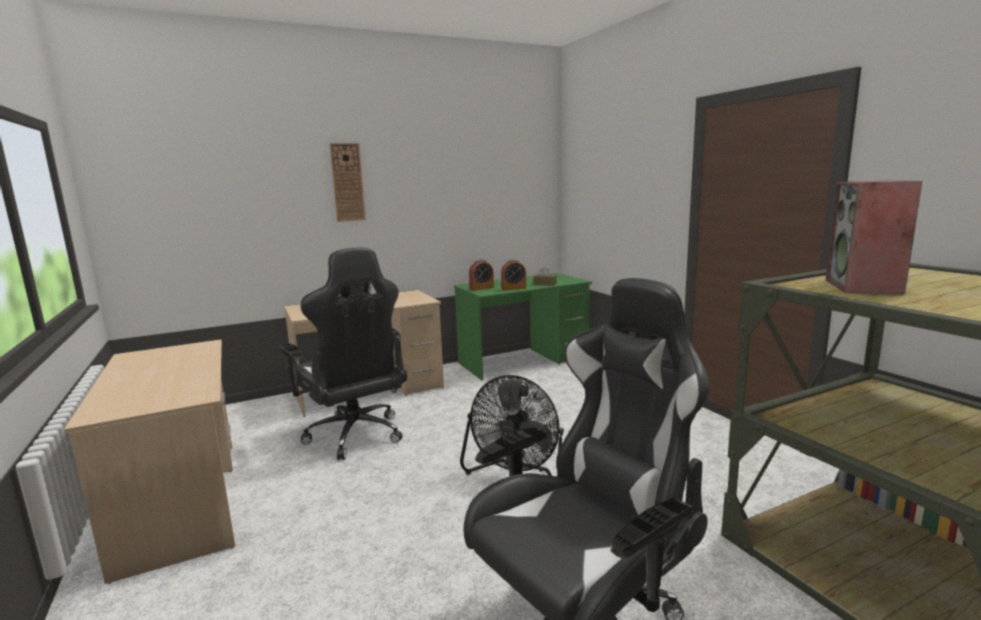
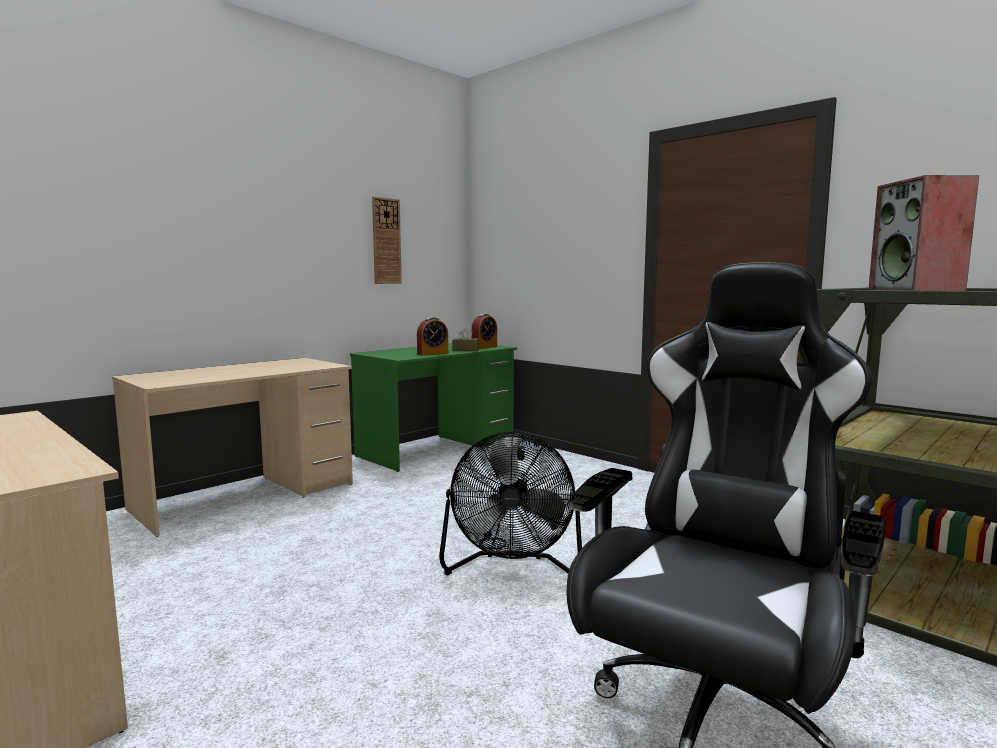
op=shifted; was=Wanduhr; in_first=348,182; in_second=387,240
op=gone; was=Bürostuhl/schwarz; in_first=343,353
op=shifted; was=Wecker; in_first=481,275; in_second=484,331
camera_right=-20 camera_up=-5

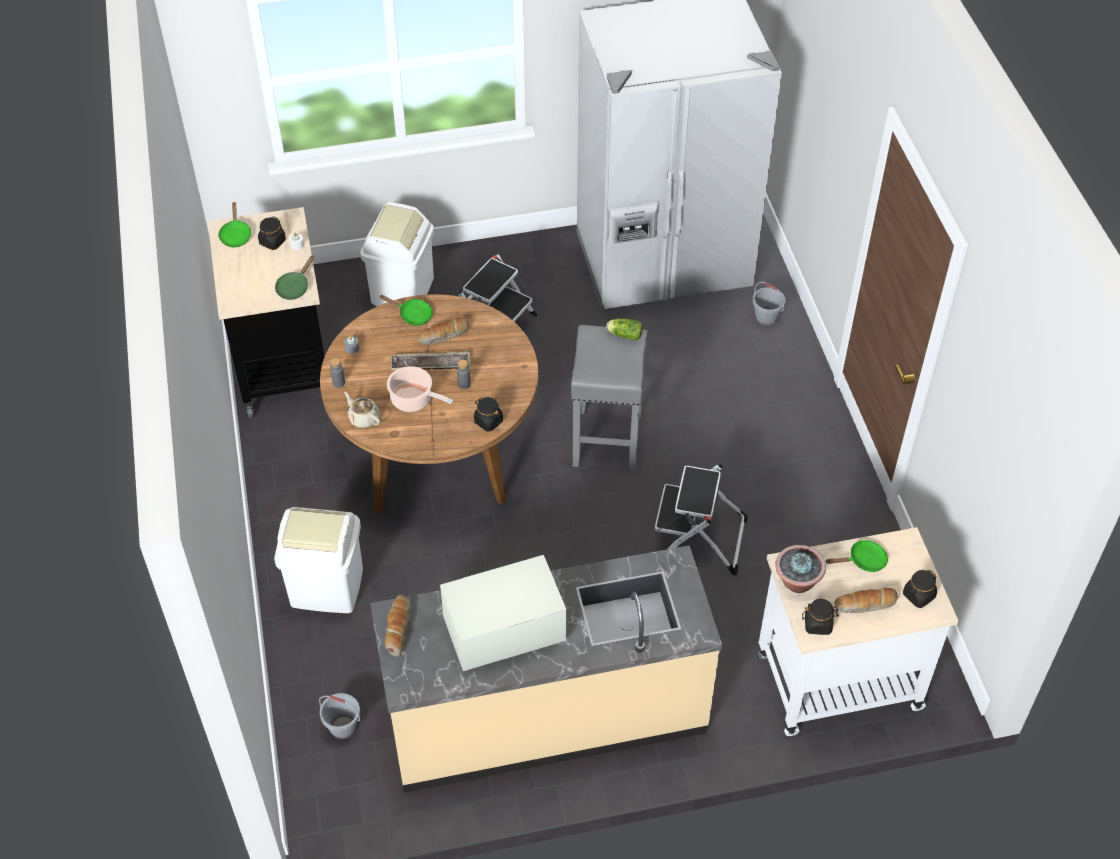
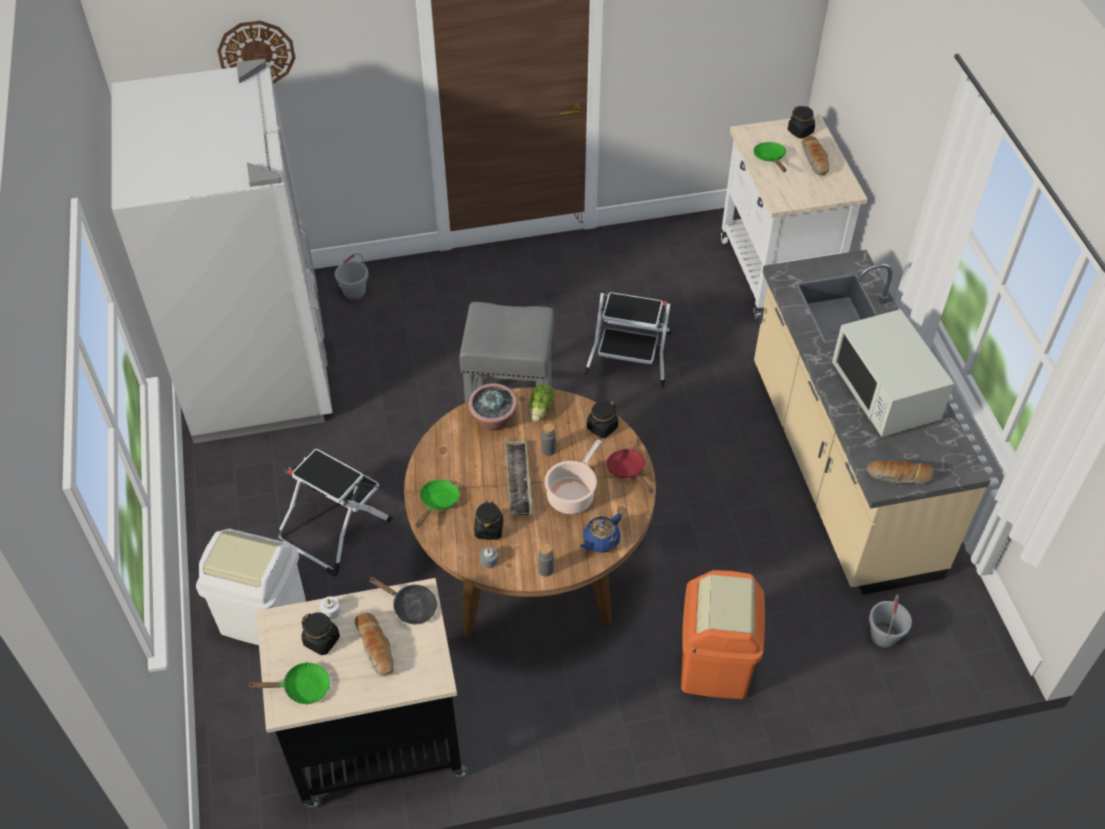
op=repainted; was=Pfanne/grün; now=Pfanne/schwarz; in_first=294,277; in_second=402,600
op=shifted; was=Brot; in_first=442,331; in_second=374,644
op=shifted; was=Salatkopf; in_first=624,329; in_second=542,402
op=repainted; was=Teekanne/beige; now=Teekanne/blau; in_first=362,410; in_second=601,533
op=repainted; was=Mülleimer/weiß; now=Mülleimer/orange; in_first=318,560; in_second=723,634
op=shifted; was=Topfpflanze; in_first=800,569; in_second=492,406
op=shifted; was=Vorratsglas/schwarz; in_first=820,617; in_second=488,520
op=new; now=Wanduhr; in_second=256,52
op=new; now=Pfanne/rot; in_second=630,471
camera_right=-90 camera_up=0

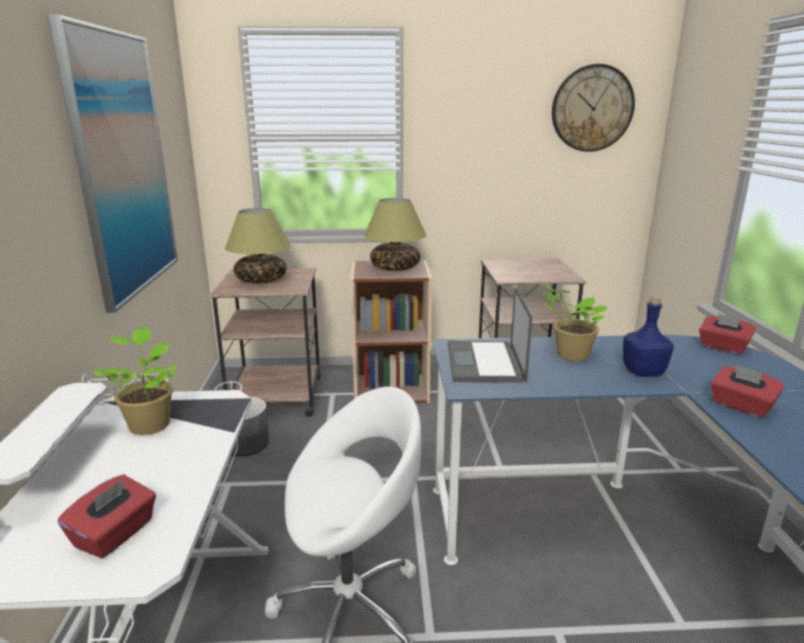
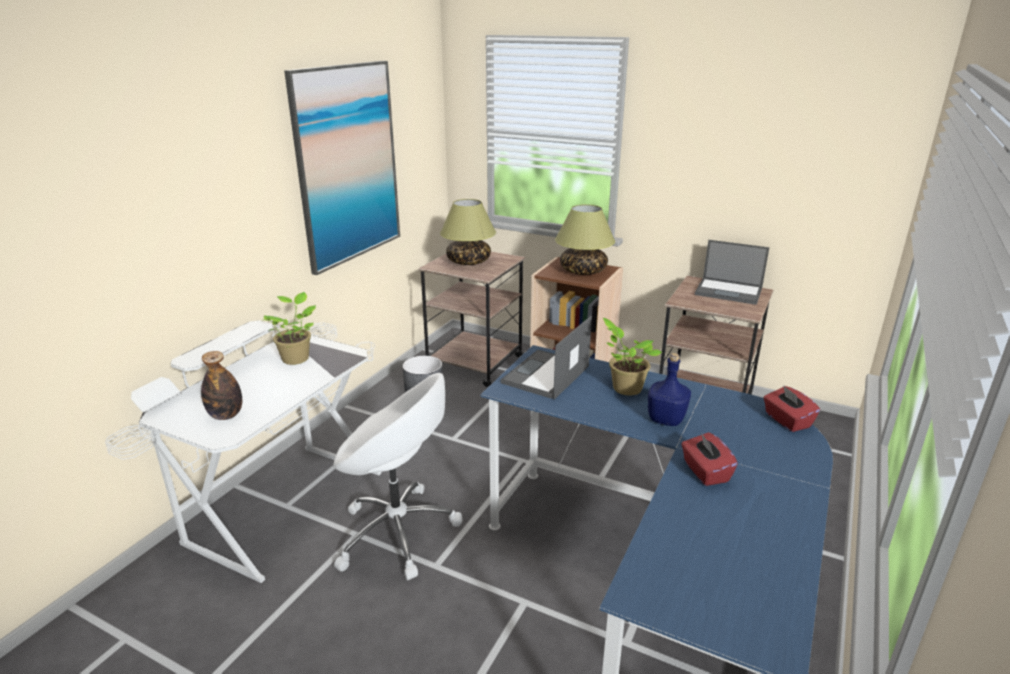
op=gone; was=Wanduhr; in_first=593,108
op=swapped; was=Taschentuchbox/rot; now=Flasche; in_first=107,516; in_second=221,385
op=new; now=Laptop; in_second=732,272
camera_right=30 camera_up=5

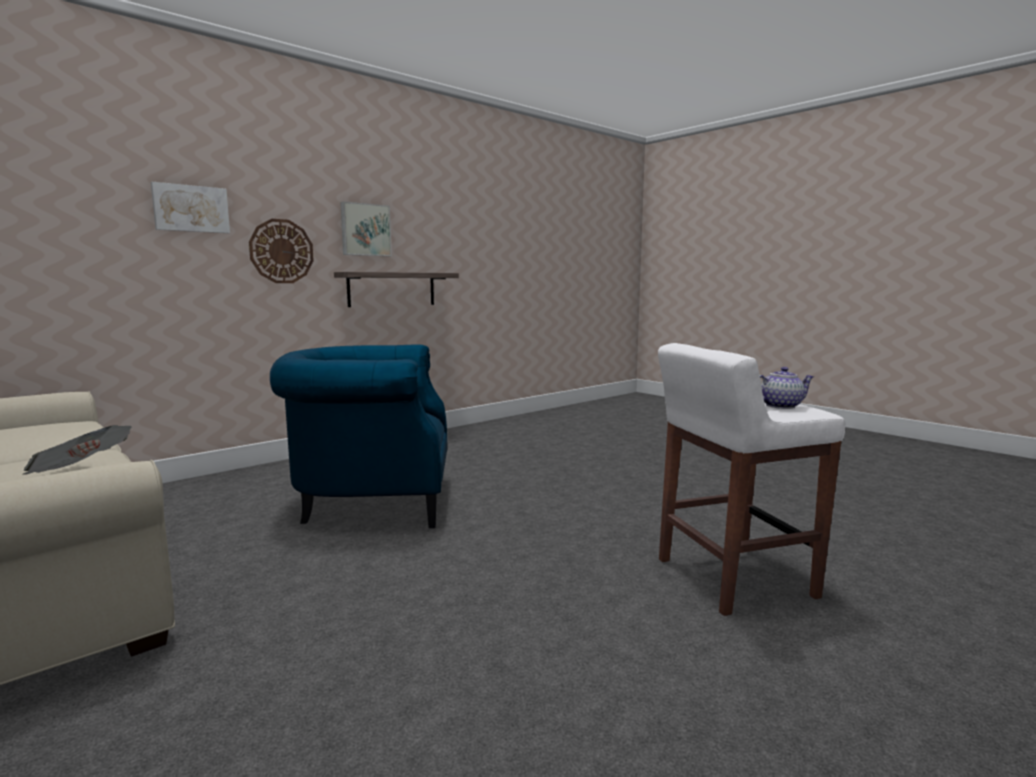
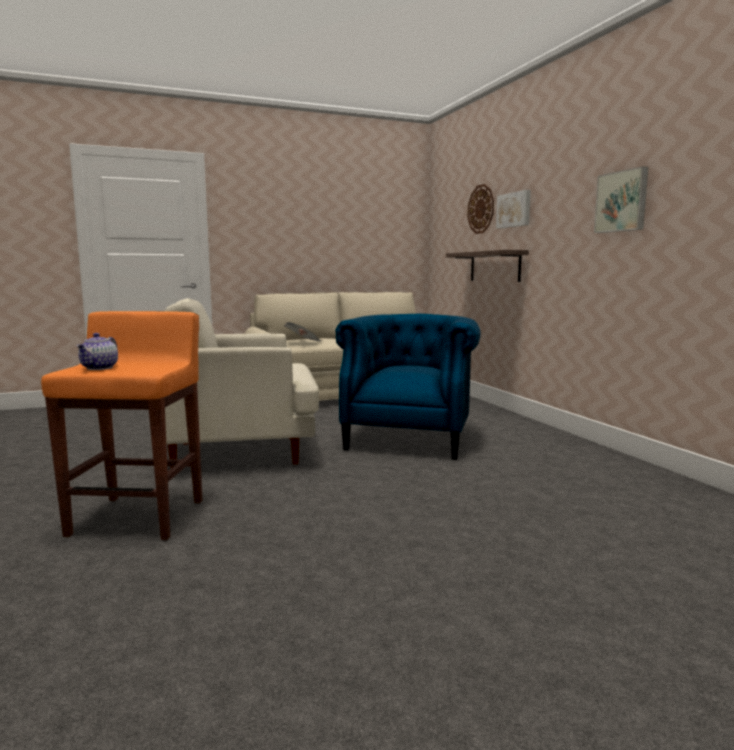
op=shifted; was=Wanduhr; in_first=281,251; in_second=480,209
op=shifted; was=Wandregal; in_first=396,289; in_second=487,266
op=repainted; was=Hocker/weiß; now=Hocker/orange; in_first=752,479; in_second=121,425
op=new; now=Sessel/beige; in_second=241,383
camera_right=110 camera_up=0

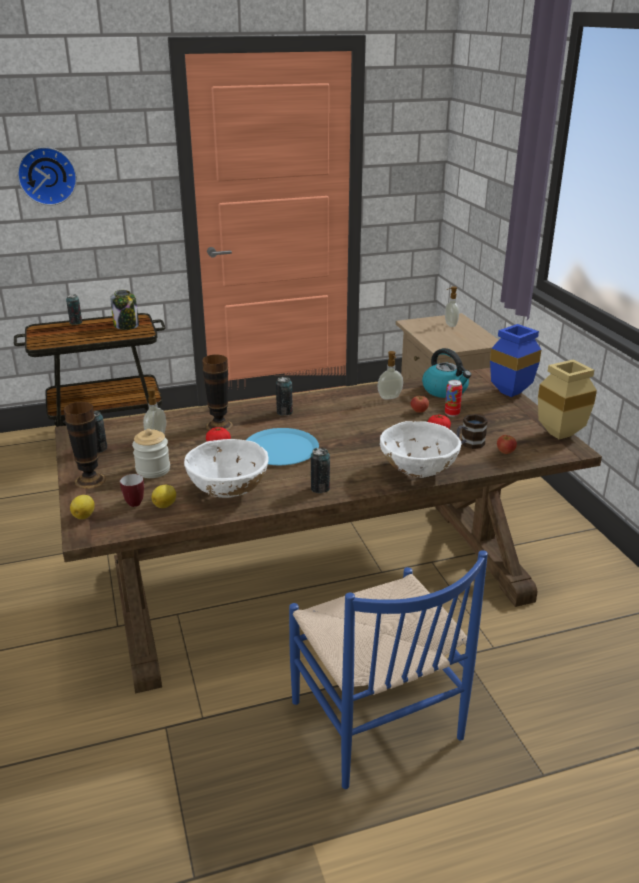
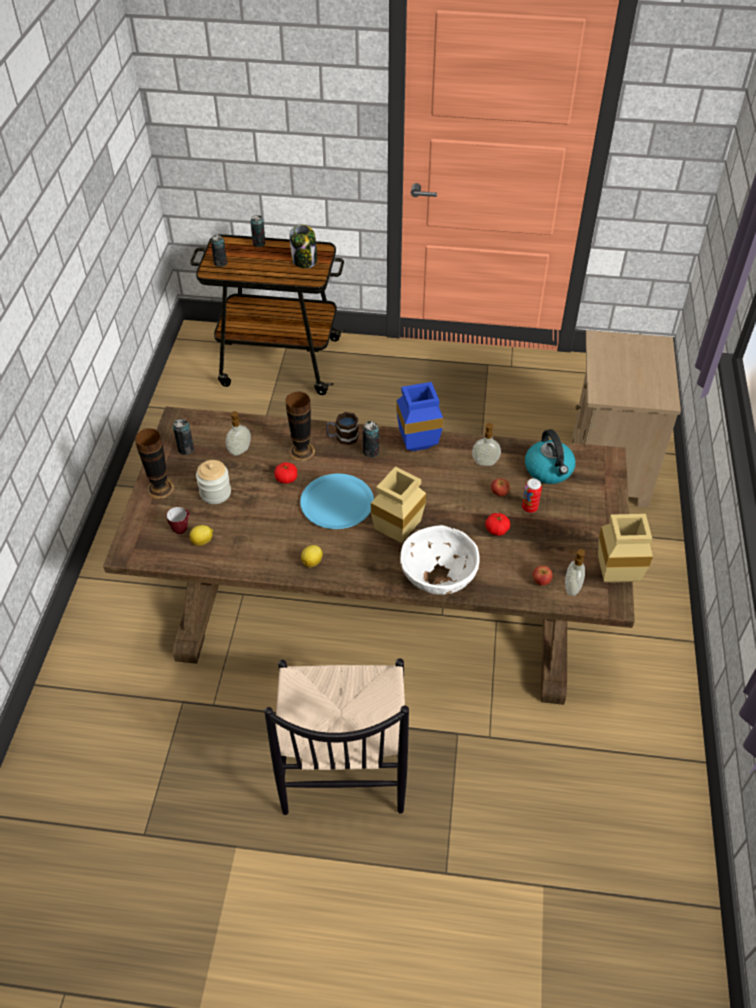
op=gone; was=Wanduhr; in_first=47,176
op=shifted; was=Seifenspender; in_first=452,306; in_second=575,572
op=shifted; was=Vase/blau; in_first=515,360; in_second=419,416
op=shifted; was=Henkelbecher; in_first=472,431; in_second=342,428
op=gone; was=Schüssel/weiß; in_first=226,468
op=shifted; was=Dose; in_first=320,470; in_second=219,251
op=shifted; was=Zitrone; in_first=82,507; in_second=312,556
op=repainted; was=Stuhl/blau; now=Stuhl/schwarz; in_first=388,669; in_second=336,736
op=new; now=Vase/beige; in_second=398,504
camera_right=25 camera_up=20

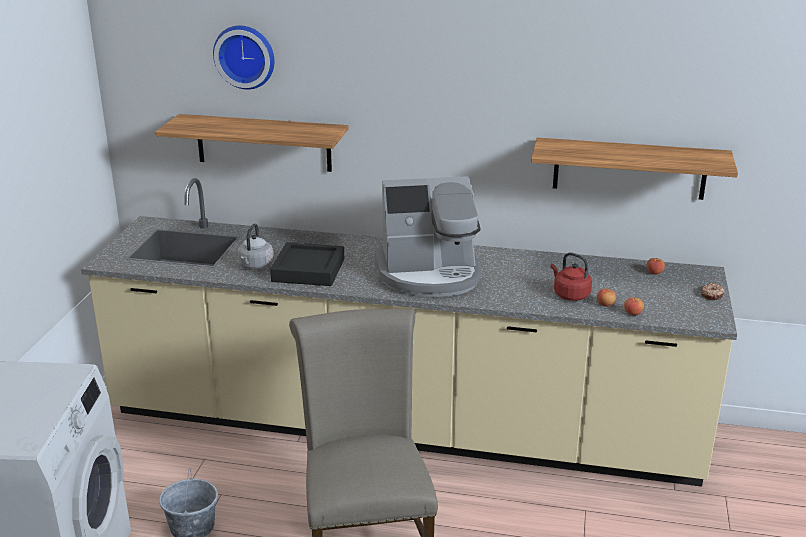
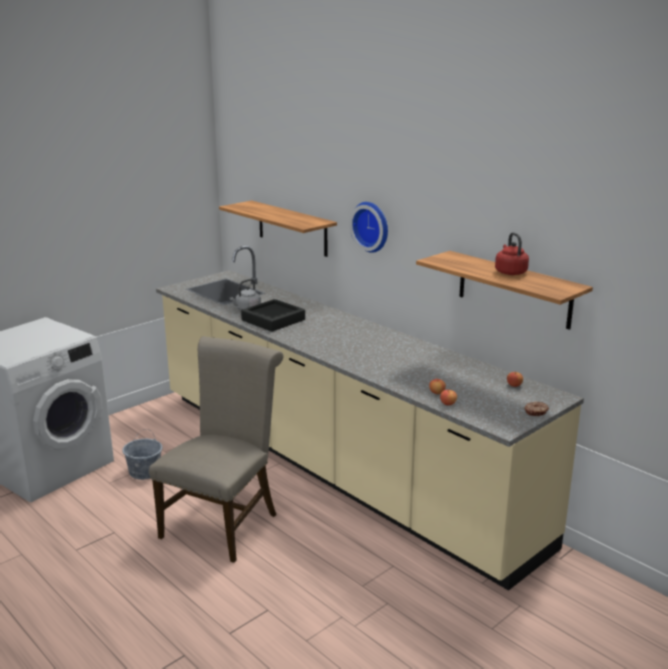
op=shifted; was=Wanduhr; in_first=244,57; in_second=368,227
op=gone; was=Kaffeemaschine; in_first=428,236
op=shifted; was=Wasserkessel/rot; in_first=571,276; in_second=512,253
camera_right=35 camera_up=-5

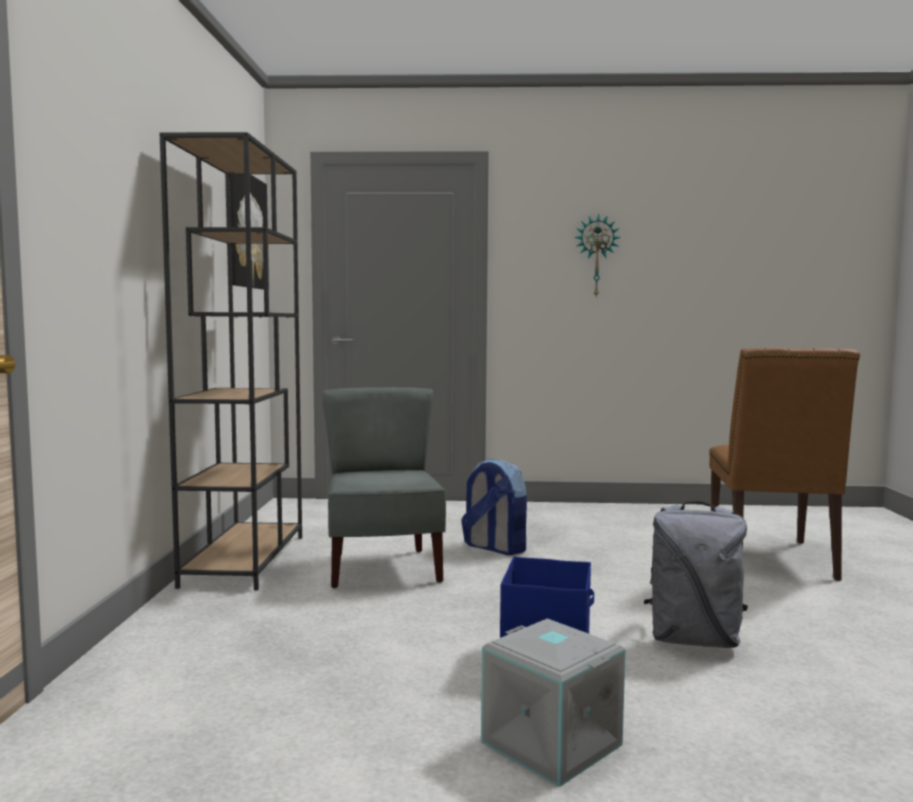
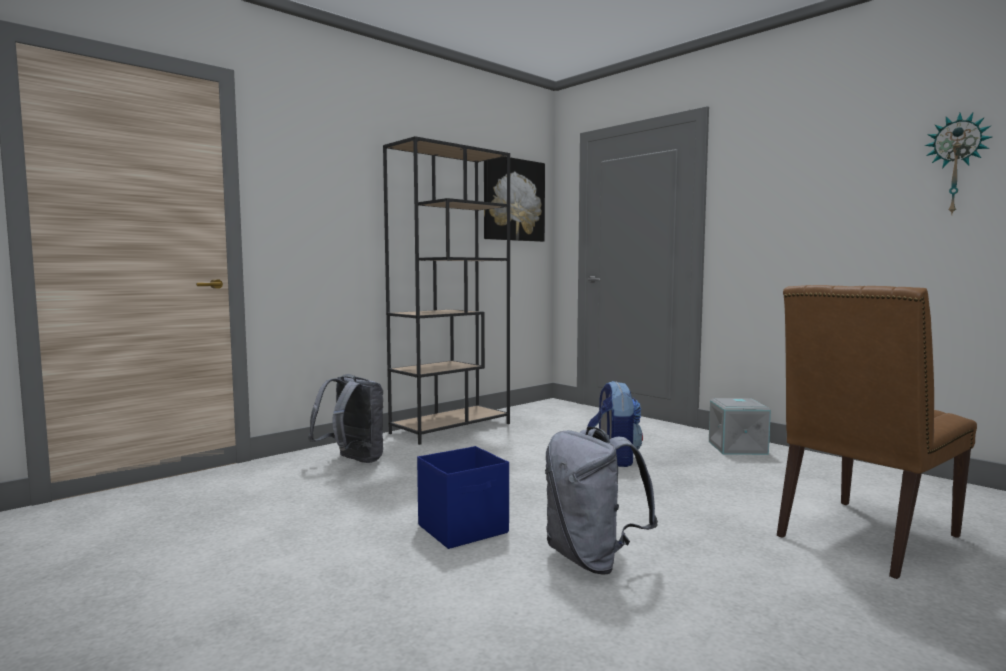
op=shifted; was=Wanduhr; in_first=598,255; in_second=958,164
op=gone; was=Stuhl/grau; in_first=384,487
op=shifted; was=Aufbewahrungsbox/grau; in_first=553,702; in_second=740,426
op=new; now=Rucksack/grau; in_second=345,418
camera_right=45 camera_up=0

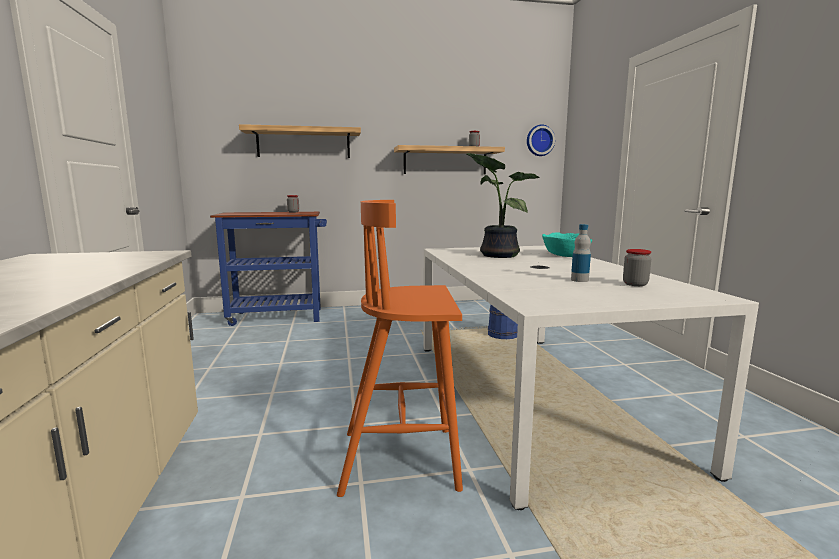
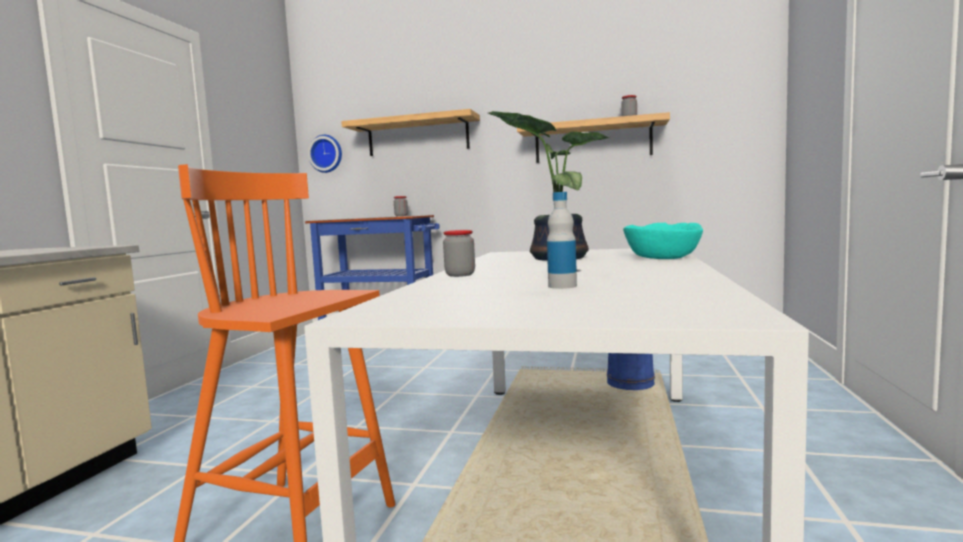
op=shifted; was=Wanduhr; in_first=541,140; in_second=325,154
op=shifted; was=Vorratsglas; in_first=637,267; in_second=459,253
camera_right=25 camera_up=-5

